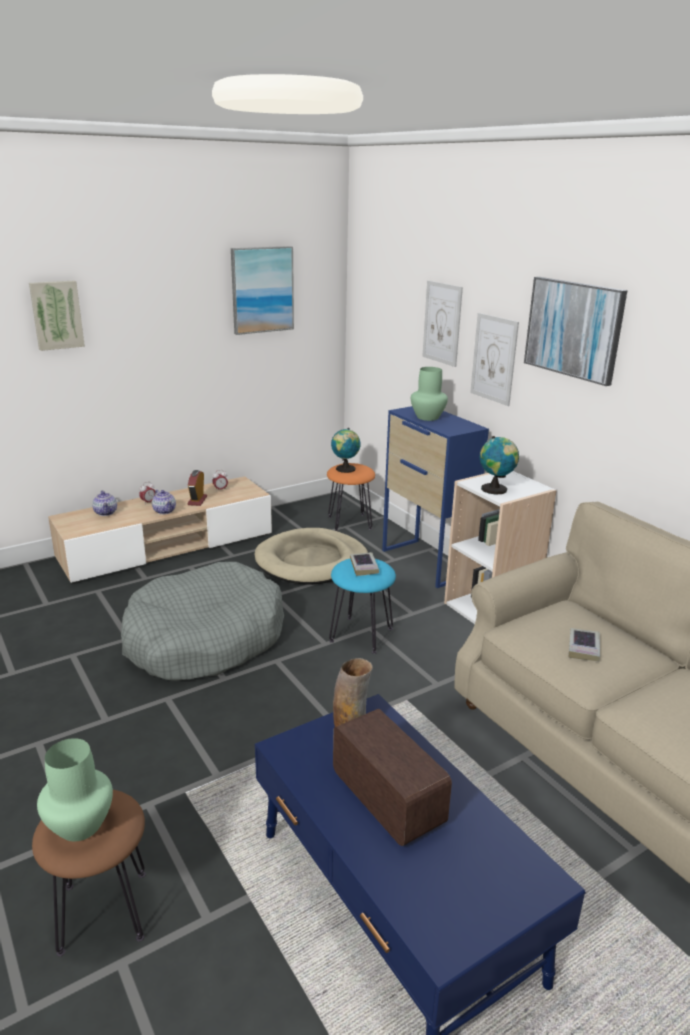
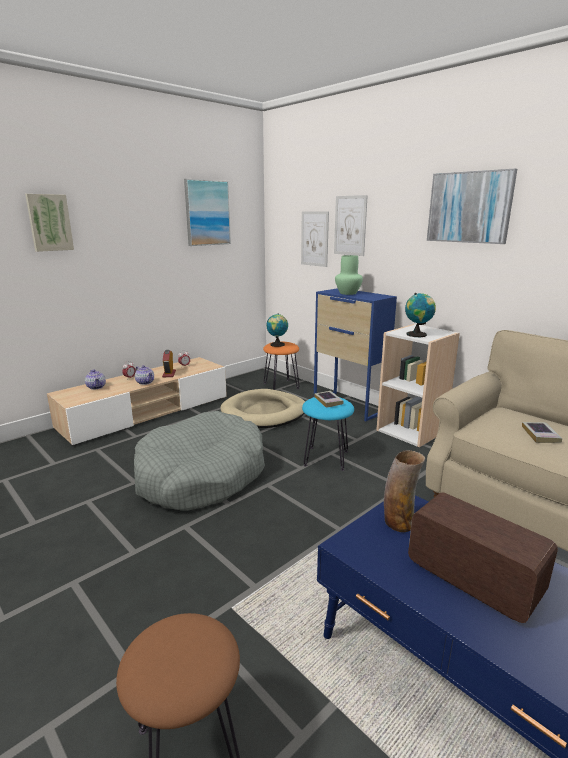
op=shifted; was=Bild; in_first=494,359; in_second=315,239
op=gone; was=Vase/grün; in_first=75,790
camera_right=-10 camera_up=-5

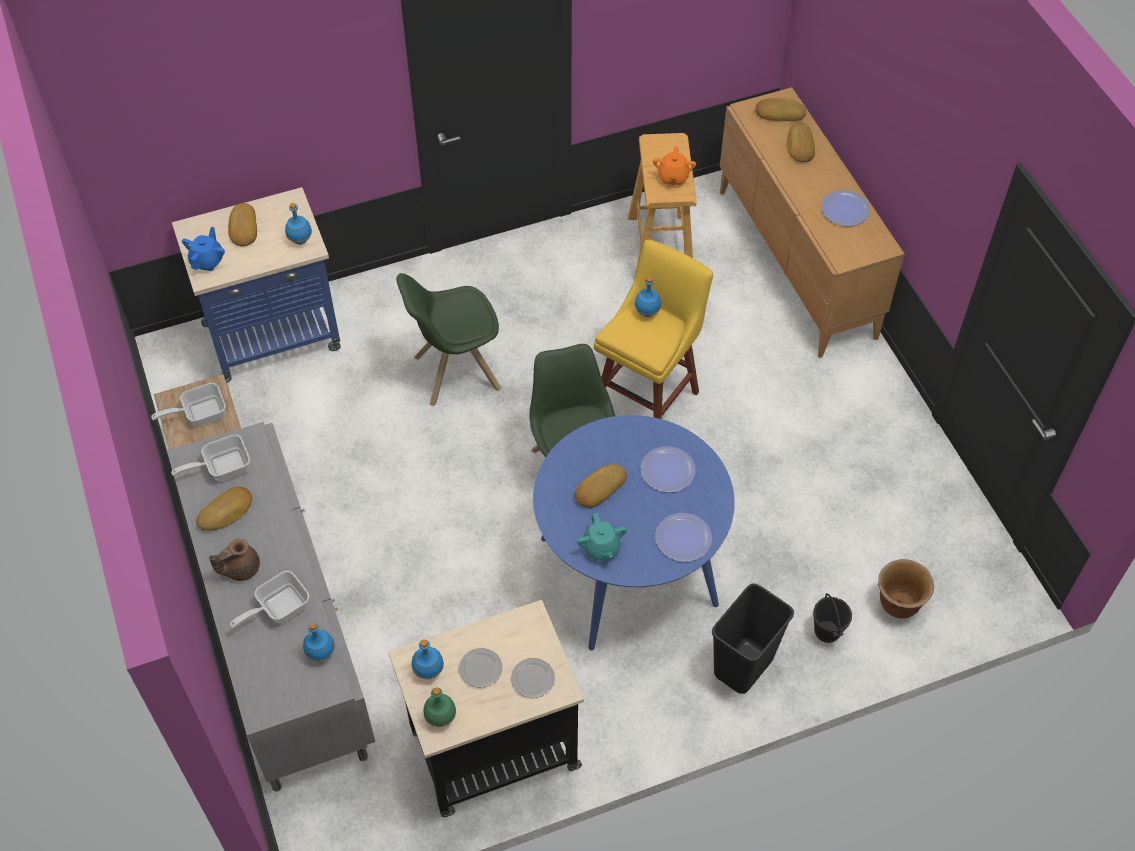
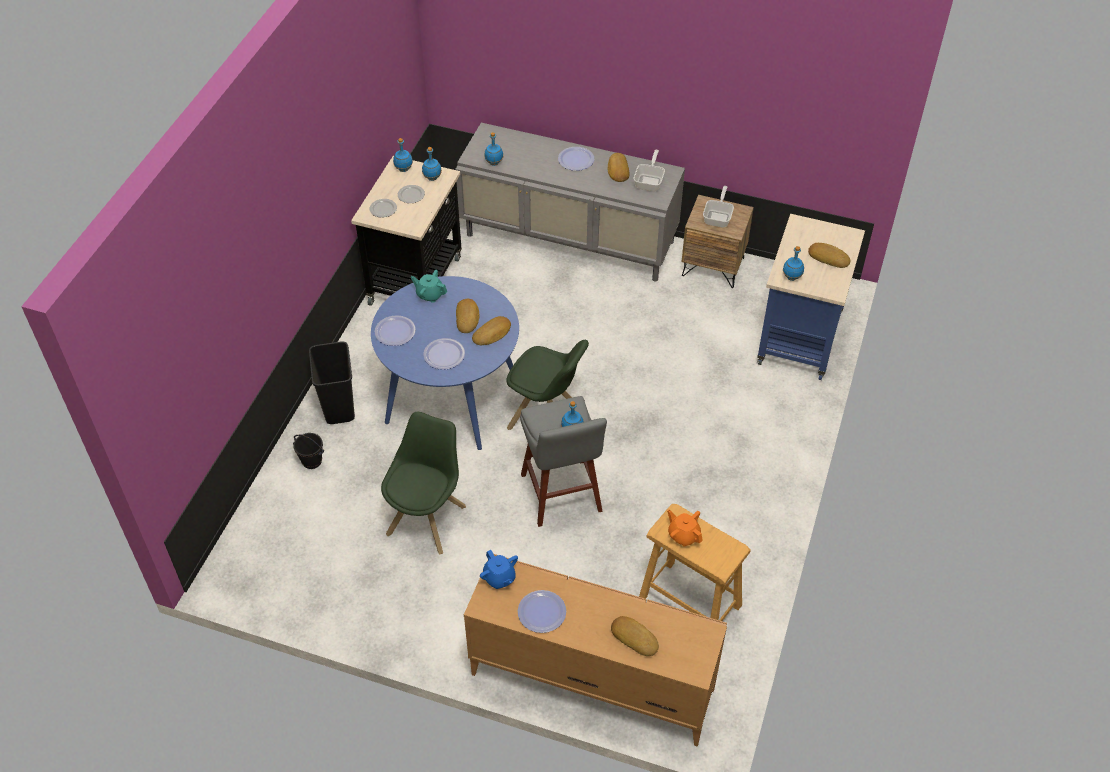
op=shifted; was=Brot; in_first=781,109; in_second=491,330
op=shifted; was=Teekanne/blau; in_first=203,249; in_second=499,569
op=repainted; was=Hocker/gelb; now=Hocker/grau; in_first=653,329; in_second=563,461
op=shifted; was=Stuhl/grün; in_first=448,339; in_second=423,483
op=swapped; was=Teekanne/braun; now=Teller; in_first=234,559; in_second=576,159
op=gone; was=Pflanzkübel/braun; in_first=906,589
op=gone; was=Pfanne; in_first=269,599
op=repainted; was=Flasche/grün; now=Flasche/blau; in_first=440,707; in_second=403,155
camera_right=130 camera_up=-5

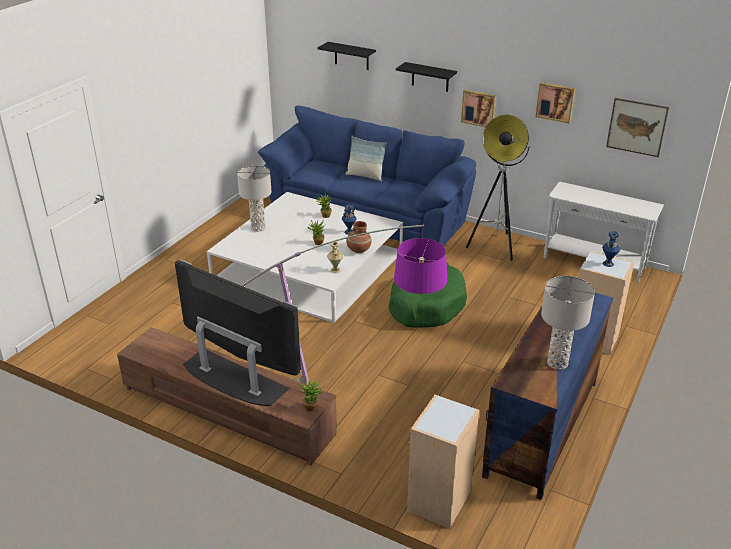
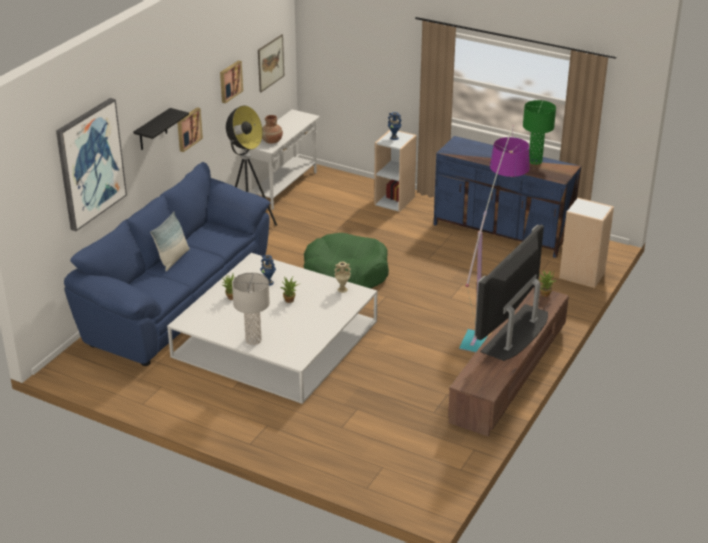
op=swapped; was=Wandregal/schwarz; now=Bild; in_first=346,56; in_second=91,164
op=shifted; was=Vase/braun; in_first=359,237; in_second=272,129
op=repainted; was=Tischlampe/weiß; now=Tischlampe/grün; in_first=568,323; in_second=539,132
camera_right=-90 camera_up=0

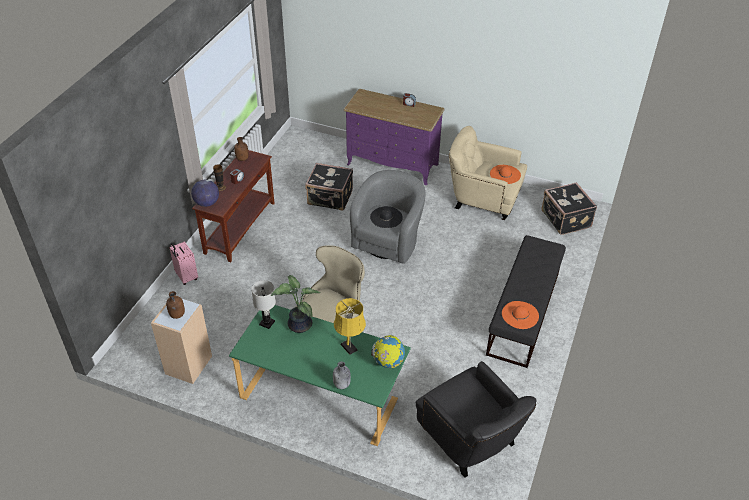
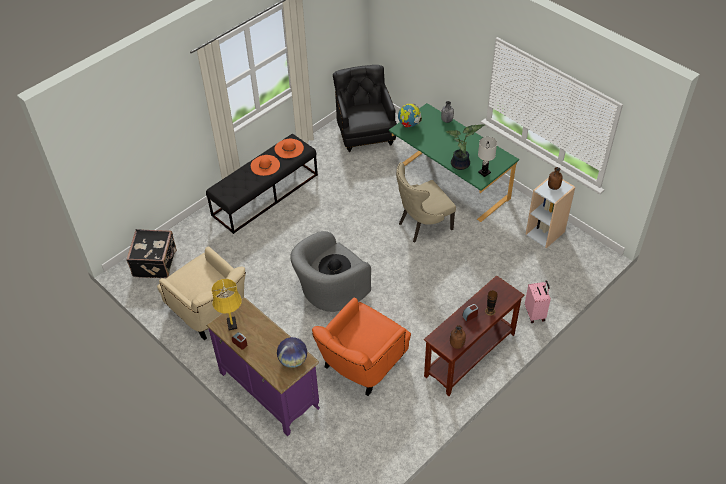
op=swapped; was=Koffer/schwarz; now=Sessel/orange; in_first=329,187; in_second=361,346
op=shifted; was=Hut/orange; in_first=505,174; in_second=265,165
op=shifted; was=Globus; in_first=205,193; in_second=292,352
op=shifted; was=Tischlampe/gelb; in_first=350,326; in_second=227,304
camera_right=-155 camera_up=5

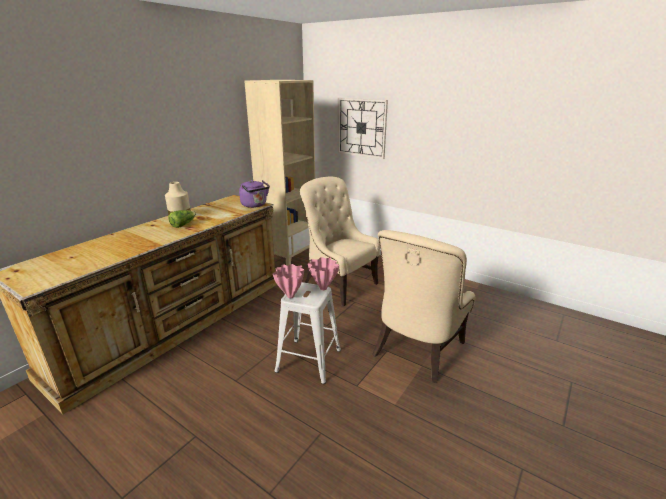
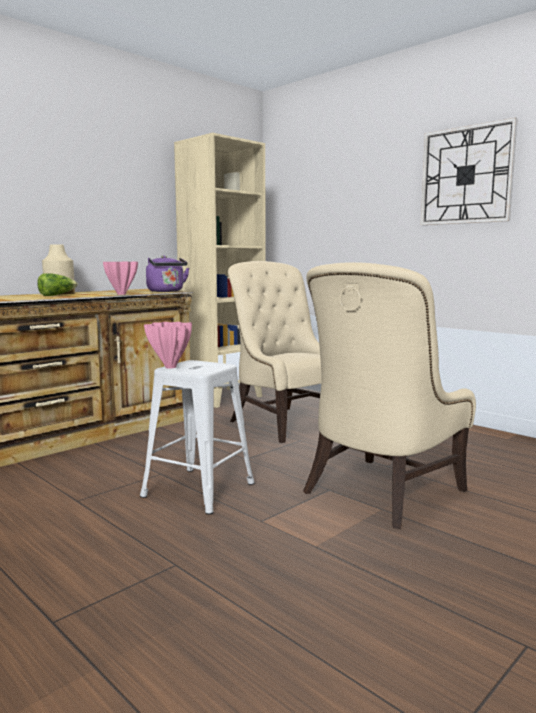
op=shifted; was=Wanduhr; in_first=363,128; in_second=469,171
op=shifted; was=Vase/rosa; in_first=323,273; in_second=120,278
camera_right=10 camera_up=-15

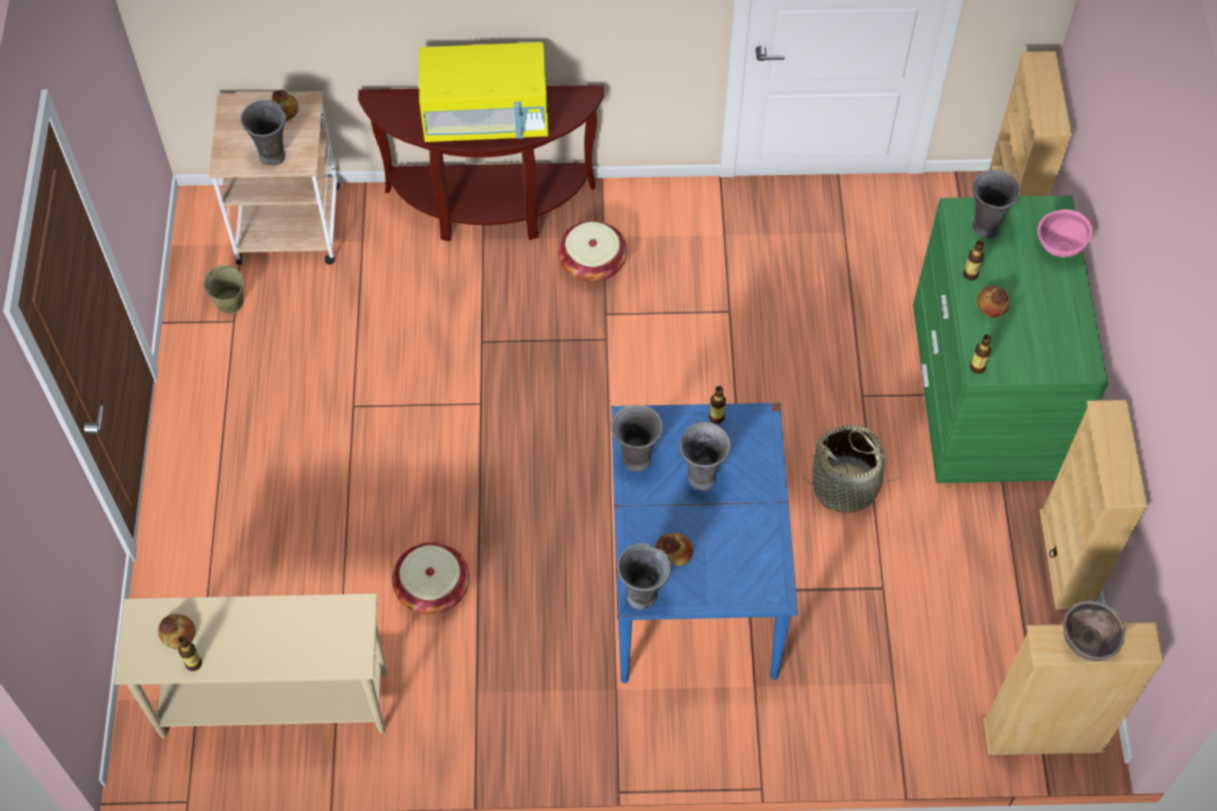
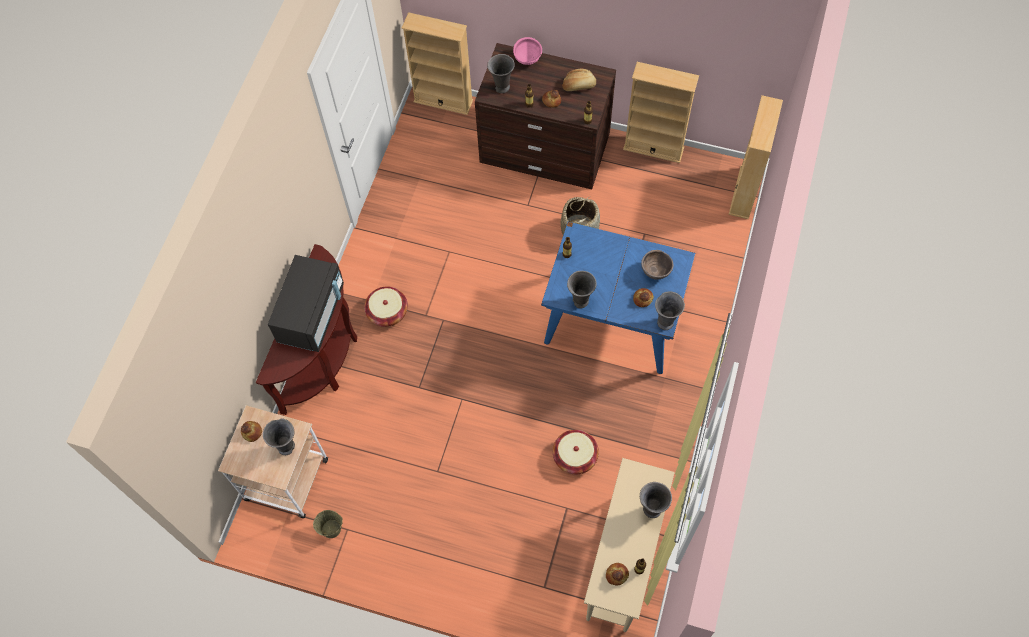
op=repainted; was=Mikrowelle/gelb; now=Mikrowelle/schwarz; in_first=483,92; in_second=306,303
op=repainted; was=Kommode/grün; now=Kommode/braun; in_first=1010,339; in_second=545,116
op=shifted; was=Vase/grau; in_first=705,456; in_second=656,500
op=shifted; was=Schüssel/braun; in_first=1094,630; in_second=657,265
op=new; now=Brot; in_second=579,80
camera_right=-70 camera_up=5

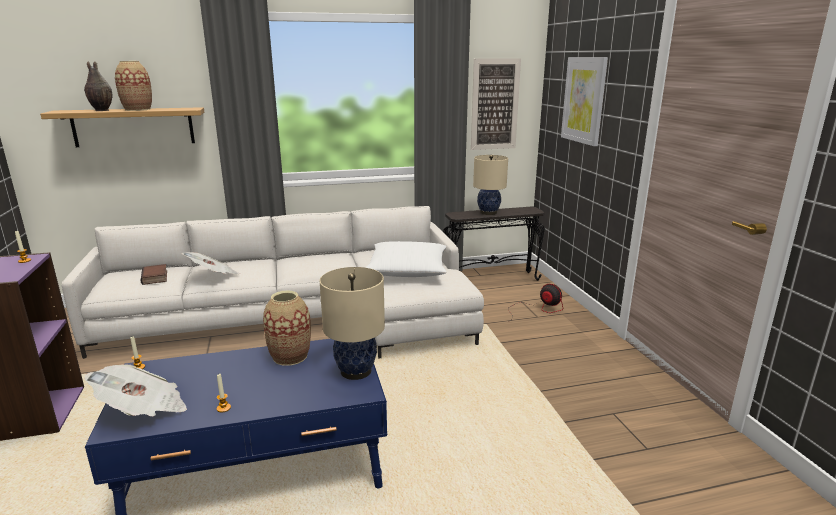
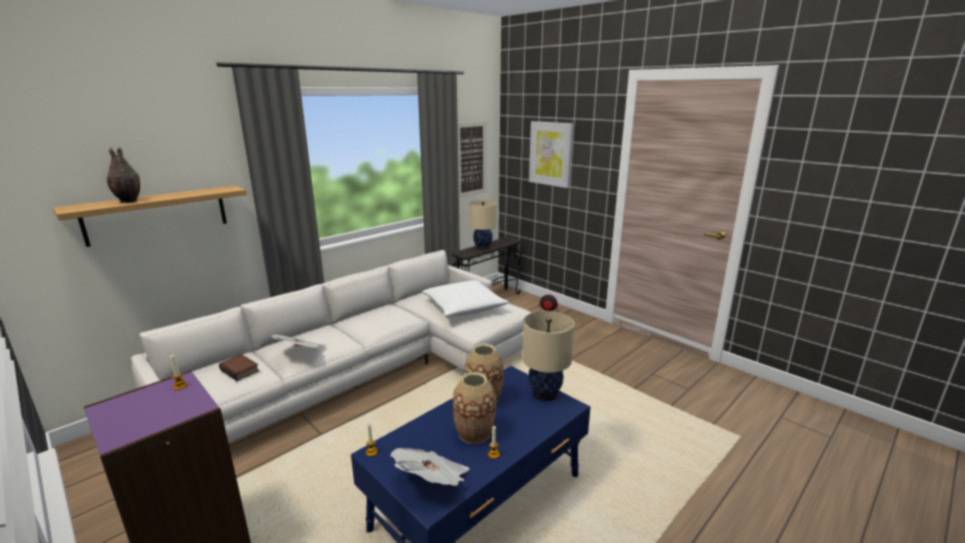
op=shifted; was=Vase; in_first=133,86; in_second=474,408
camera_right=-30 camera_up=0

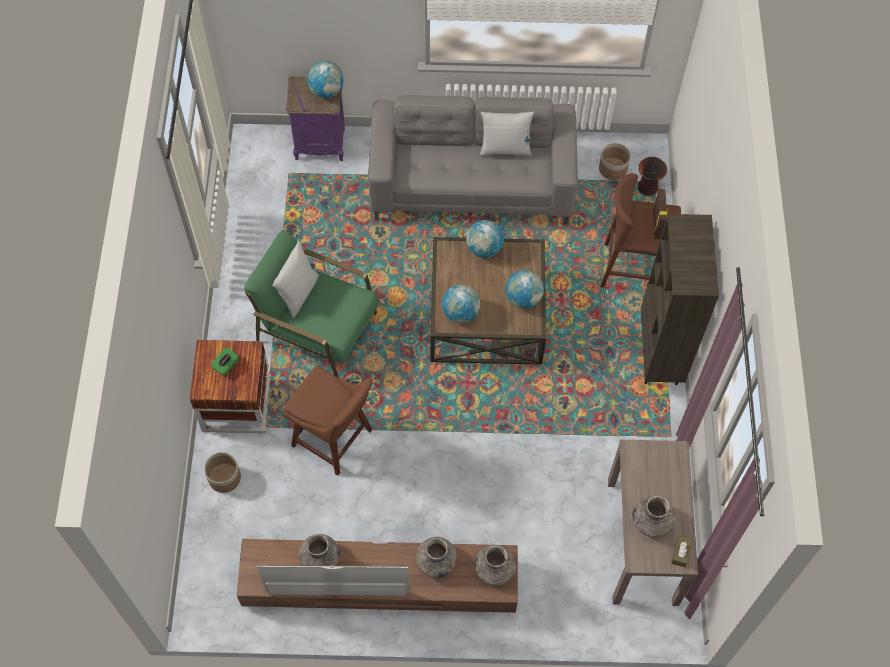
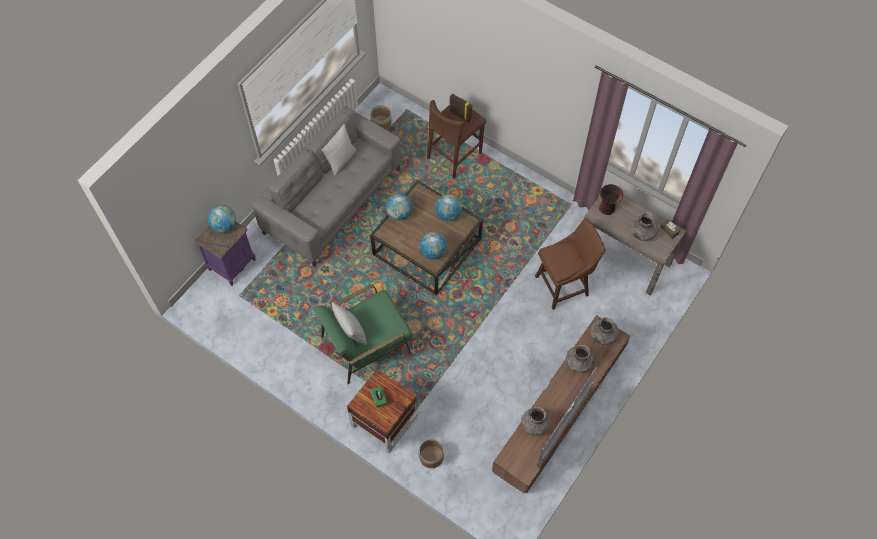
op=shifted; was=Vase; in_first=652,176; in_second=611,199
op=gone; was=Bücherregal/braun; in_first=680,299
op=shifted; was=Hocker/braun; in_first=328,420; in_second=570,264
camera_right=-55 camera_up=0

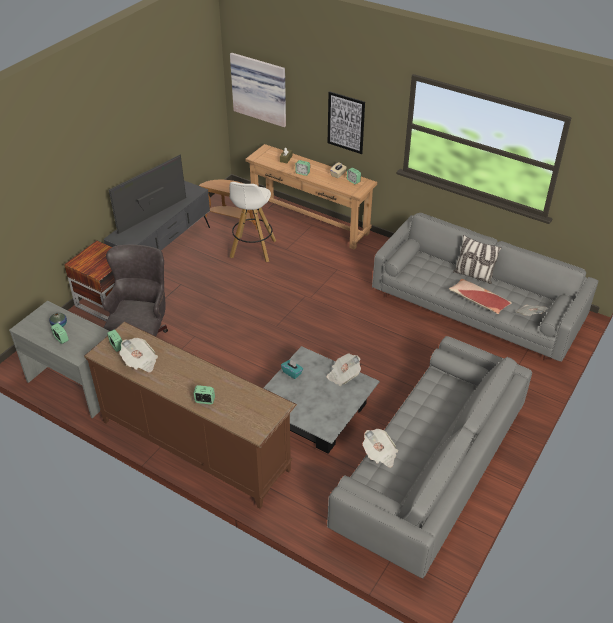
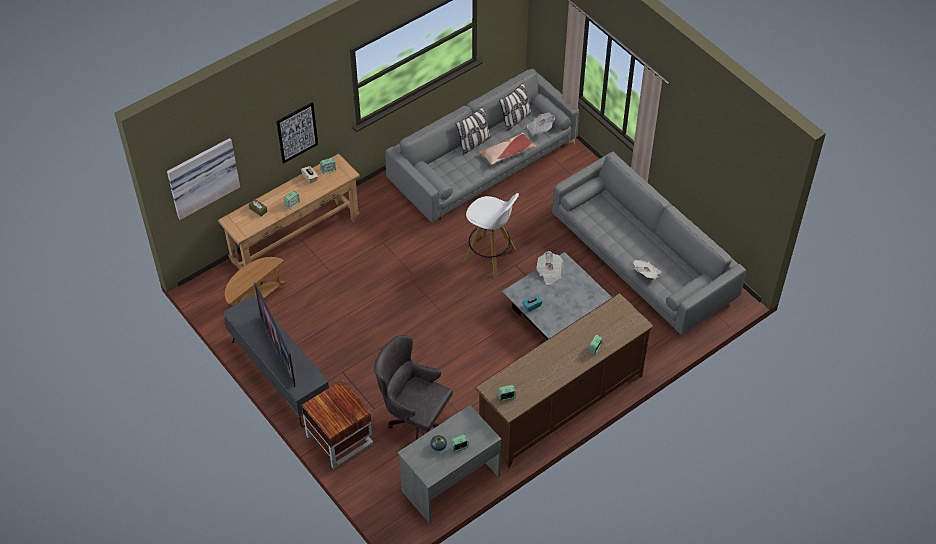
op=shifted; was=Hocker/weiß; in_first=252,222; in_second=491,235
op=gone; was=Zeitung; in_first=138,355
op=new; now=Kissen; in_second=515,106
camera_right=-70 camera_up=10

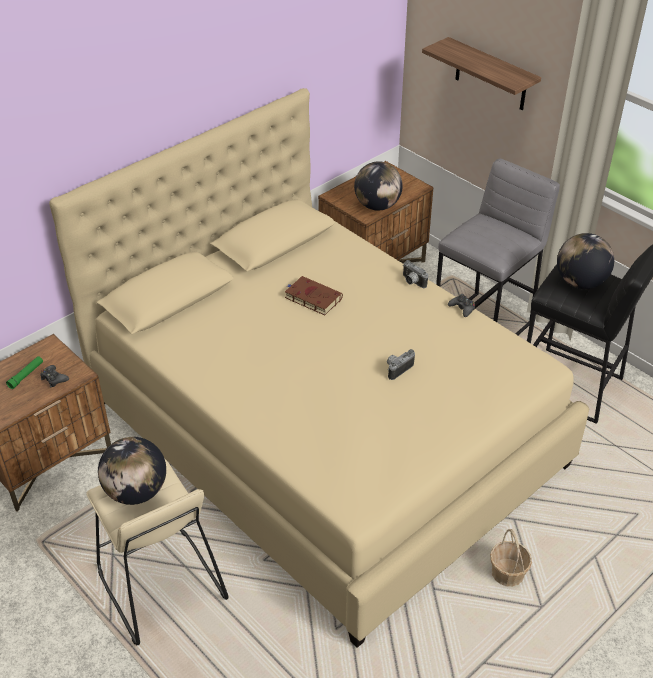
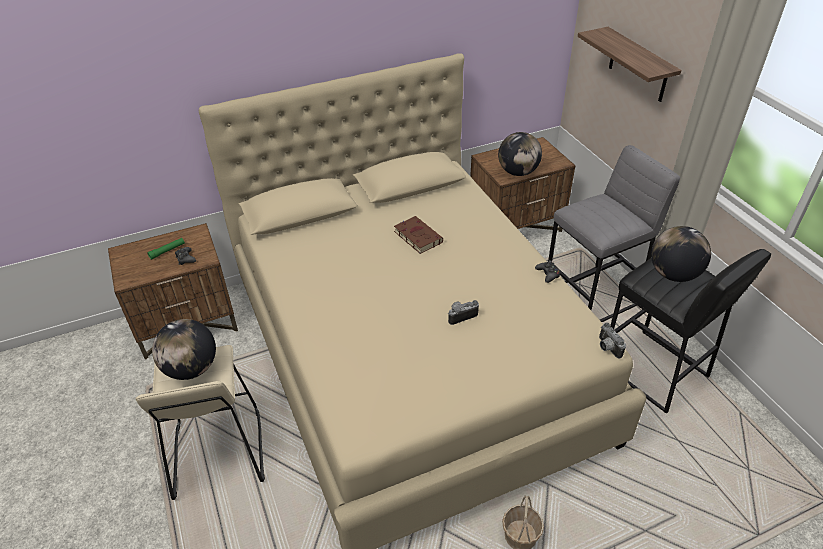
op=shifted; was=Kamera; in_first=415,274; in_second=612,340
camera_right=20 camera_up=0

